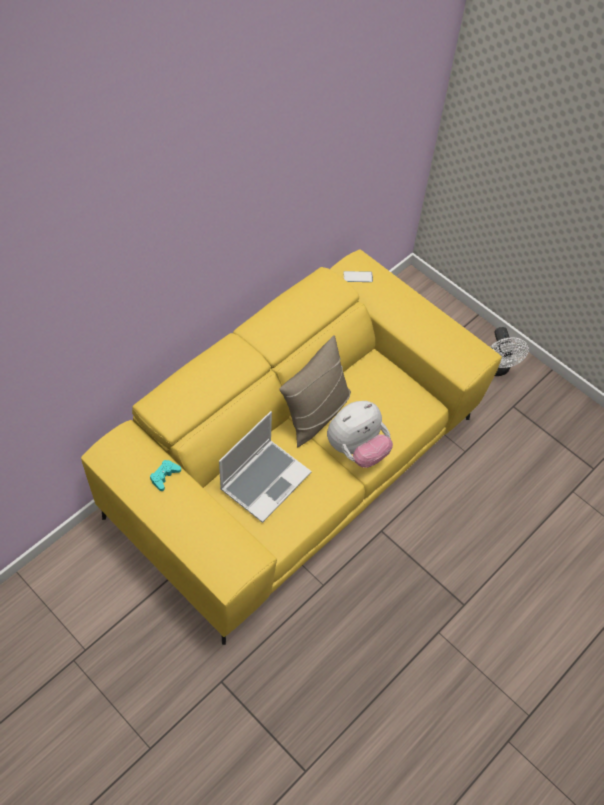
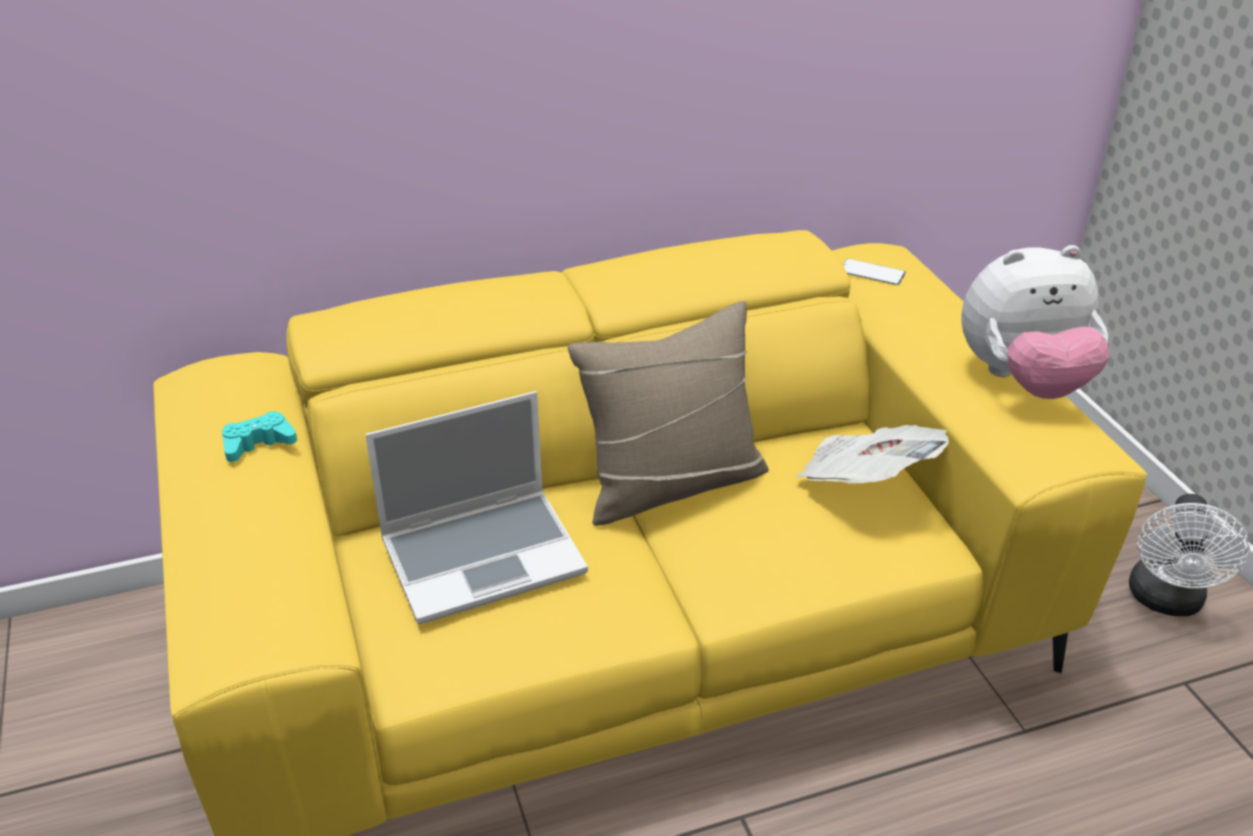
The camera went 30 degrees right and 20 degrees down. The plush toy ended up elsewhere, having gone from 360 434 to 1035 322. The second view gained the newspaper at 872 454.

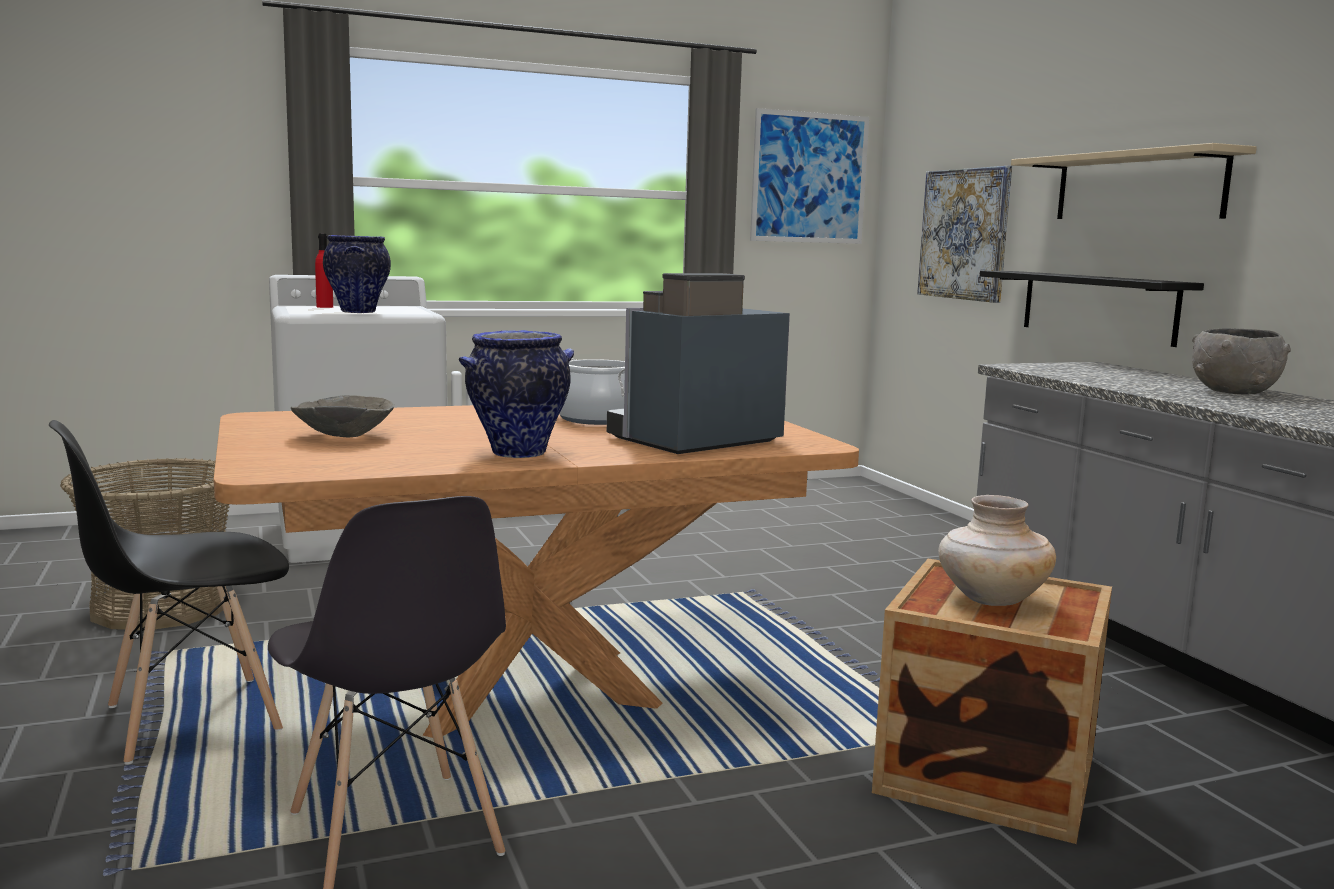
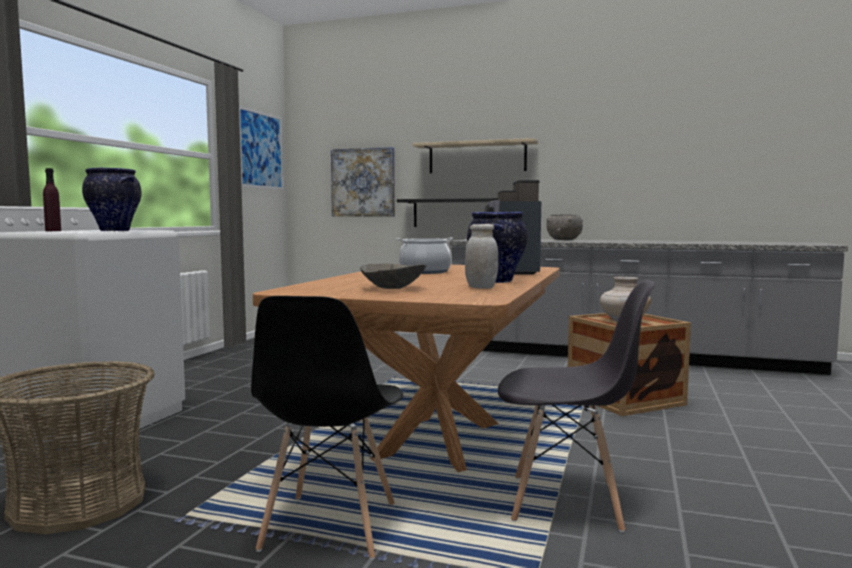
The camera went 50 degrees left and 5 degrees down. What was the bottle (red) at 324 271 turned into the bottle (purple) at 52 199. The second view gained the jar (white) at 481 256.

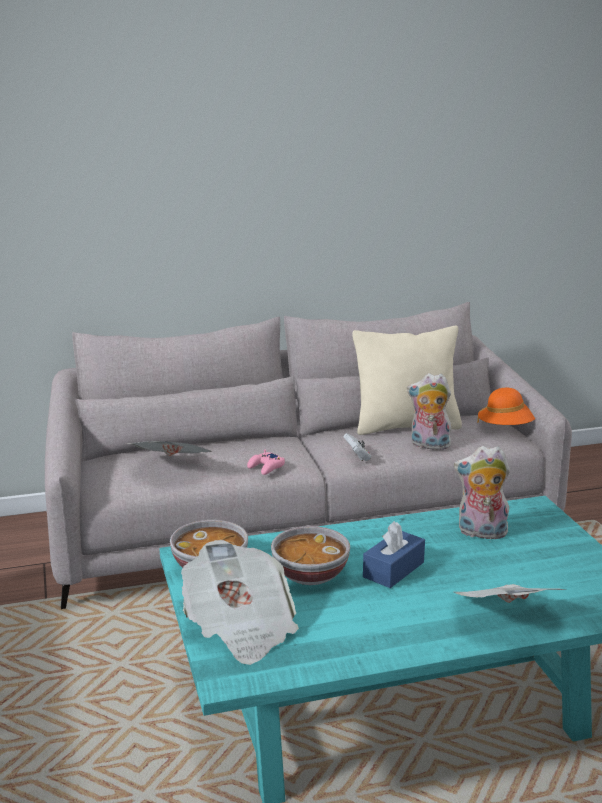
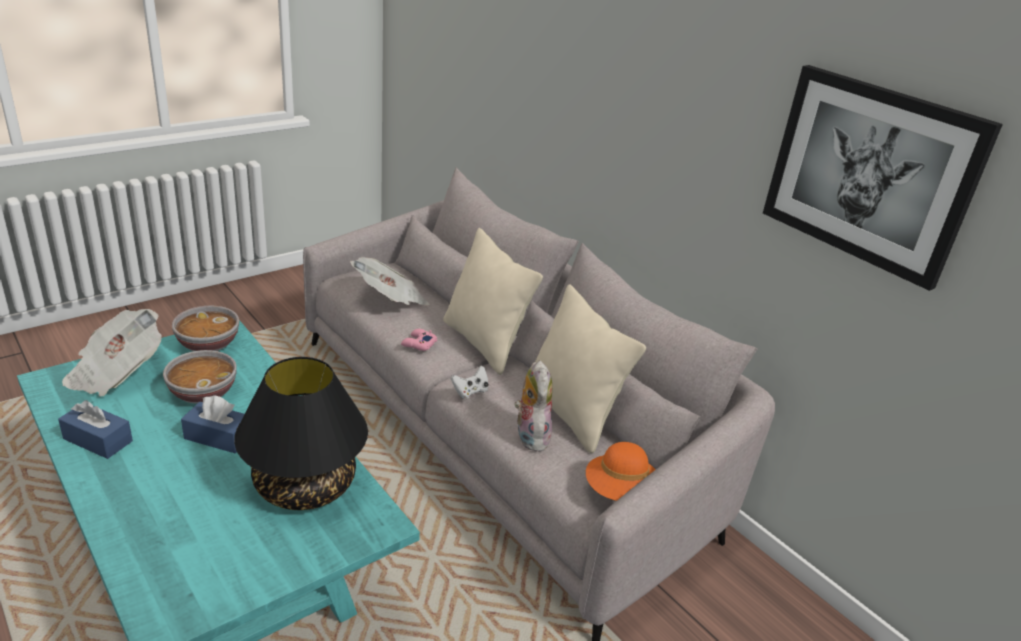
The camera went 65 degrees right and 10 degrees up. Where the plush toy stood at 482 492, the table lamp (black) came to stand at 301 433. The second view lost the newspaper at 511 593. The second view gained the tissue box (blue) at 95 429. The second view gained the pillow (beige) at 493 301. The second view gained the picture at 883 178.

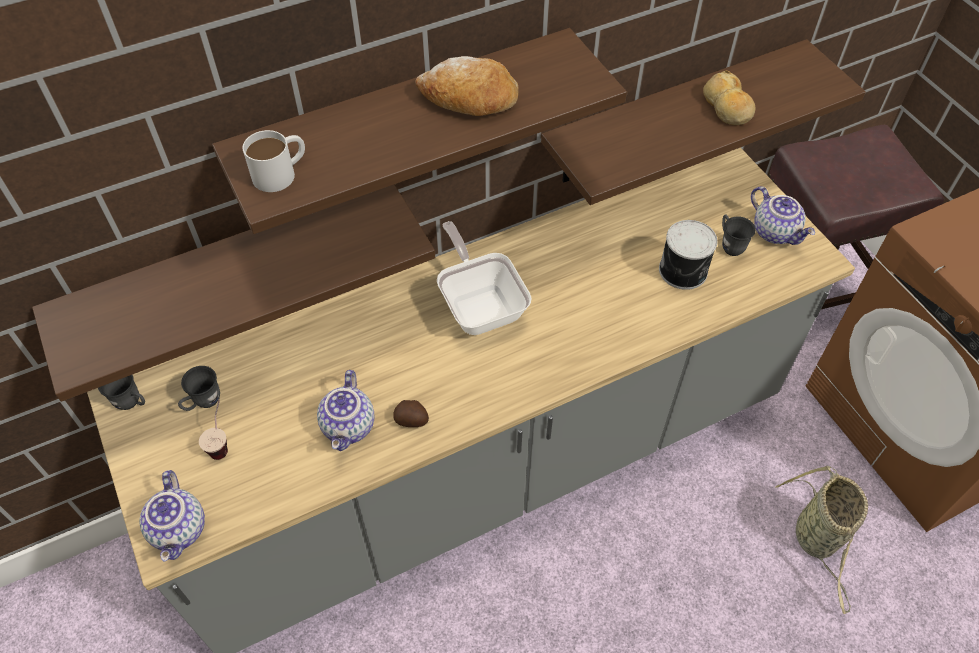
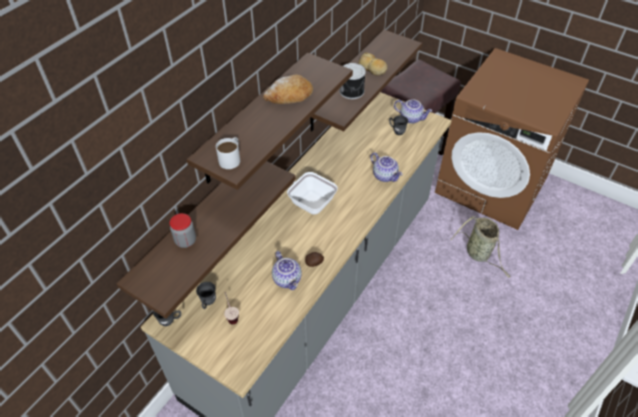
The camera went 30 degrees left and 5 degrees down. The teapot ended up elsewhere, having gone from 172 516 to 387 167. The can ended up elsewhere, having gone from 688 255 to 352 81. The second view gained the jar at 183 230.

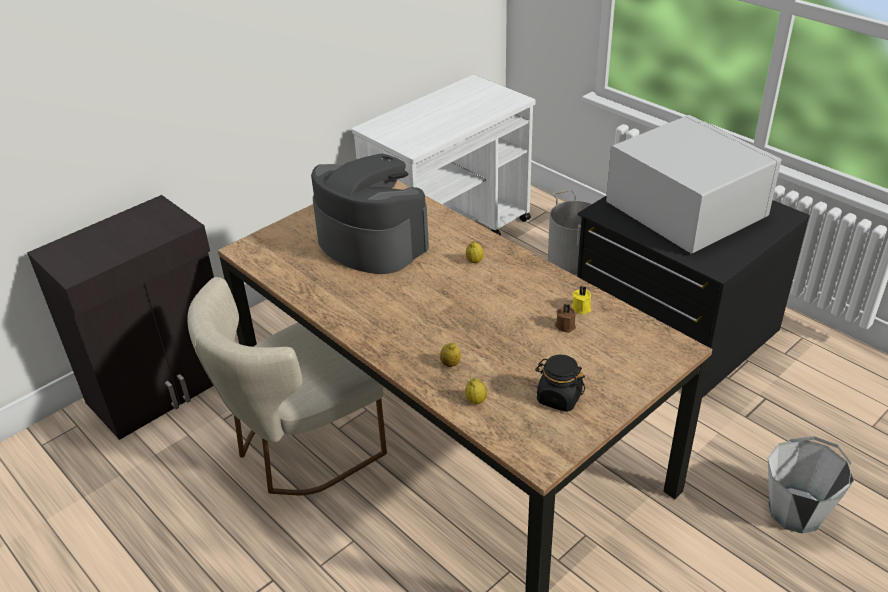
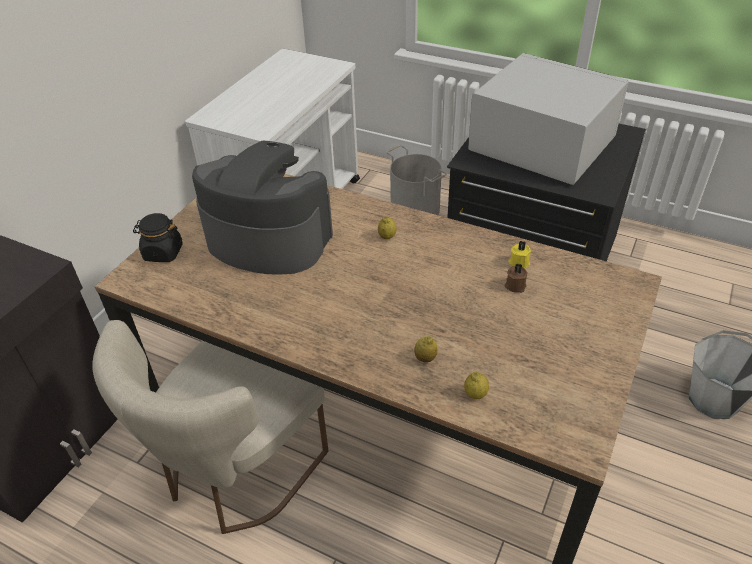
The camera went 20 degrees left and 5 degrees up. The jar (black) ended up elsewhere, having gone from 560 383 to 158 237.

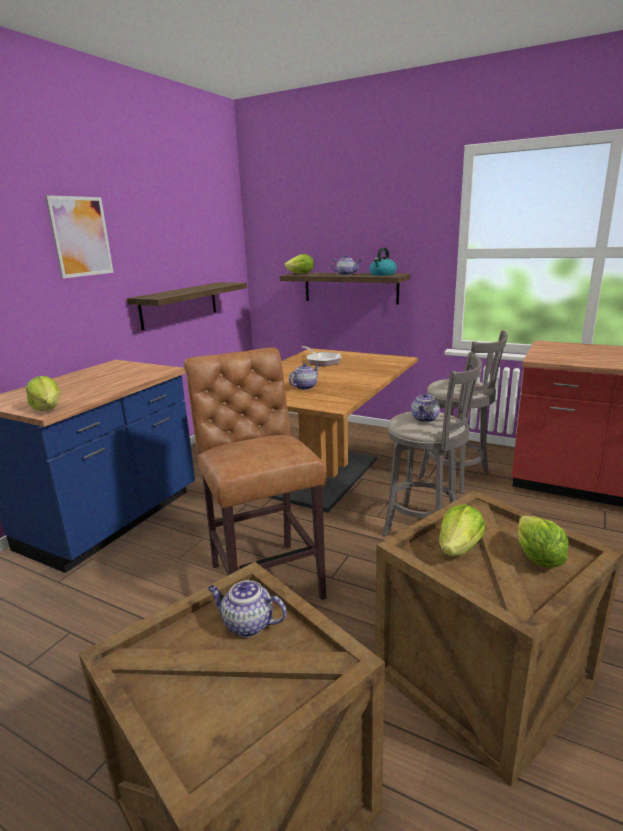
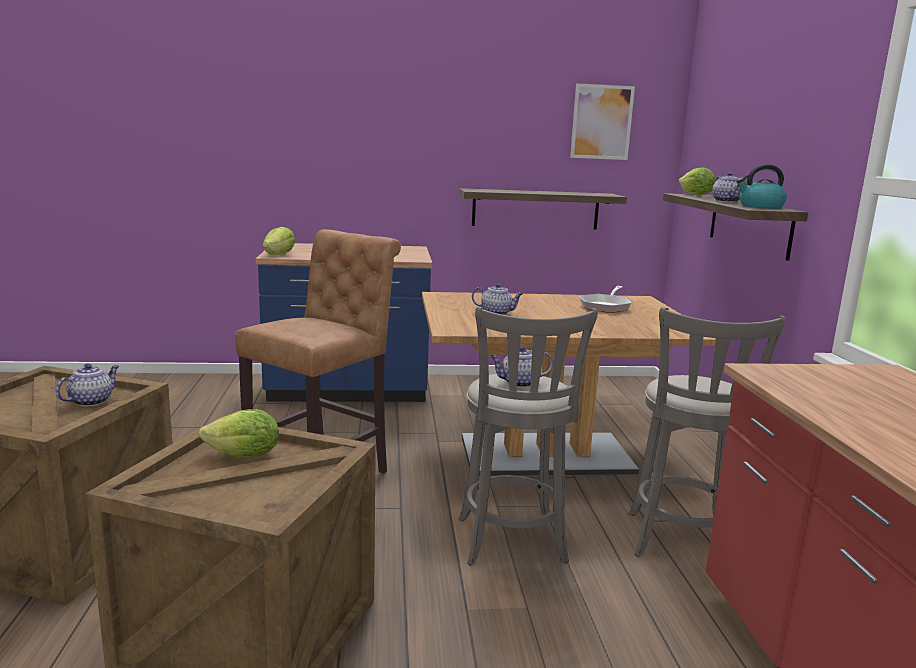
The camera went 55 degrees right and 5 degrees down. The picture ended up elsewhere, having gone from 79 236 to 602 121. The teapot at 247 608 ended up facing another way, 45 degrees clockwise from before. The second view lost the lettuce at 543 542.

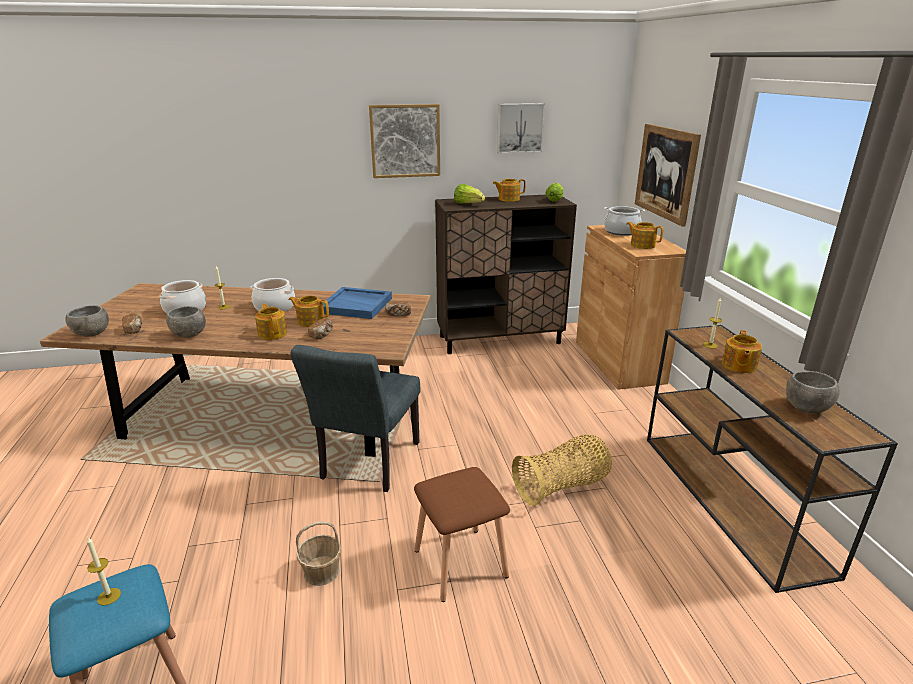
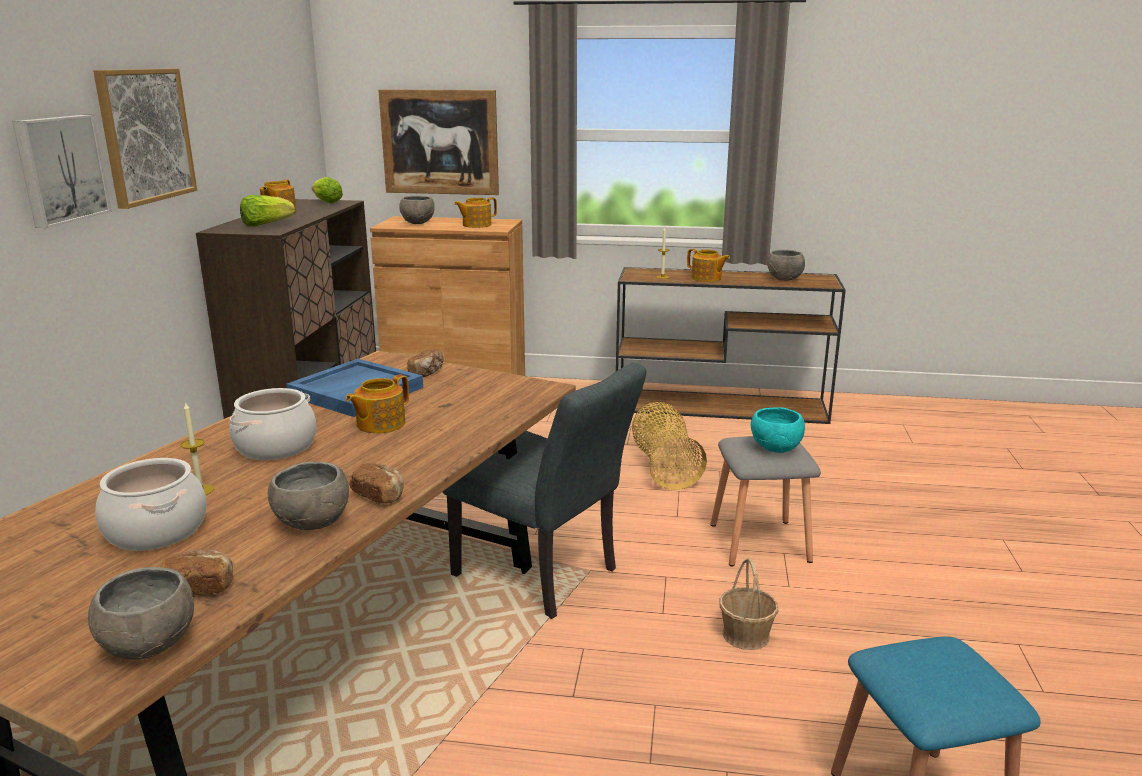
The camera went 70 degrees left and 5 degrees down. The second view lost the candle at 104 571. The second view lost the teapot at 271 322. The bread ended up elsewhere, having gone from 320 328 to 376 483. What was the stool (brown) at 462 534 turned into the stool (grey) at 766 501. The picture ended up elsewhere, having gone from 521 128 to 62 171. Where the cooking pot stood at 624 221, the bowl (grey) came to stand at 416 210. The second view gained the bowl (turquoise) at 778 430.

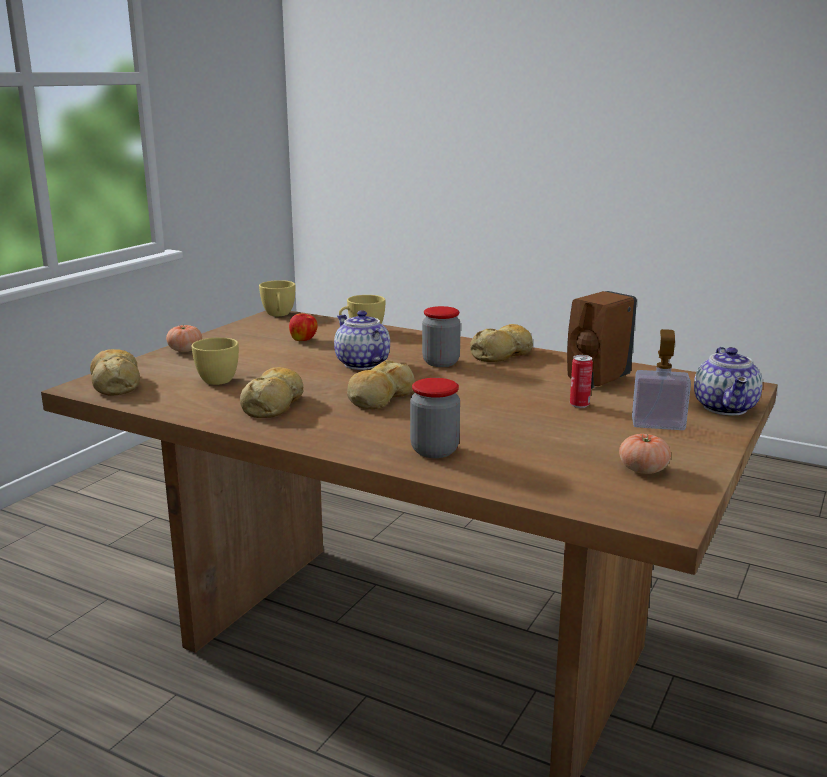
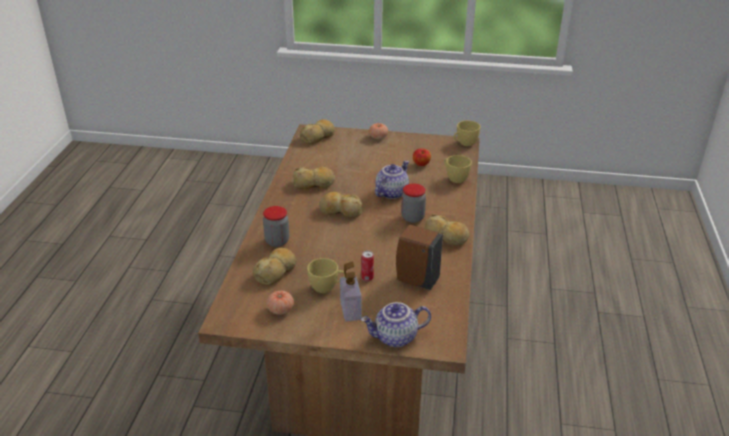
The camera went 70 degrees right and 15 degrees up. The cup (yellow) ended up elsewhere, having gone from 215 361 to 326 275. The second view gained the bread at 274 266.

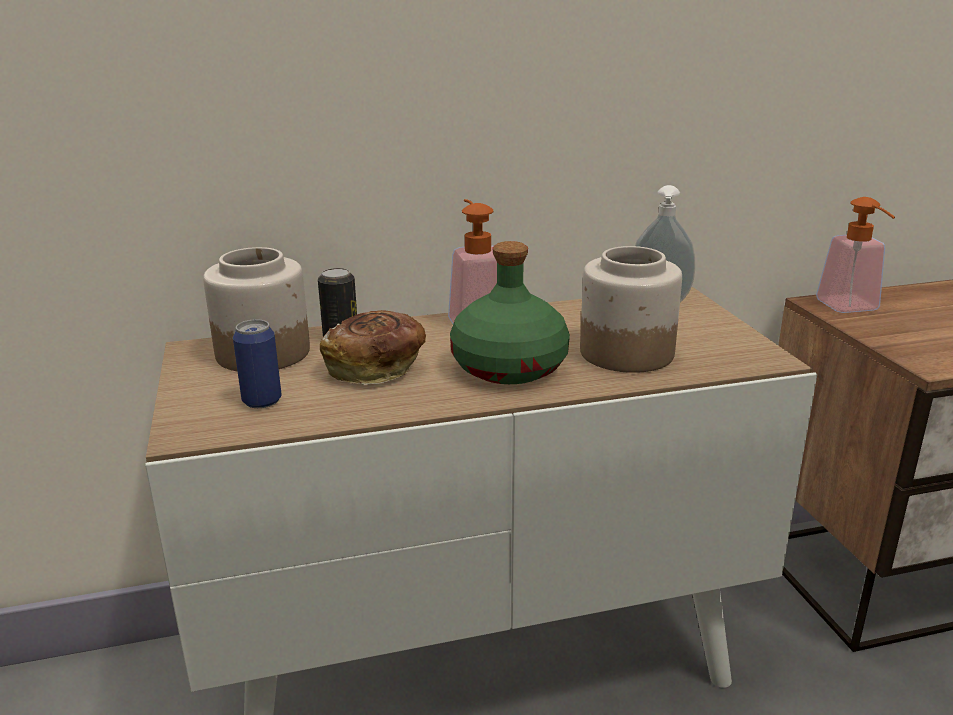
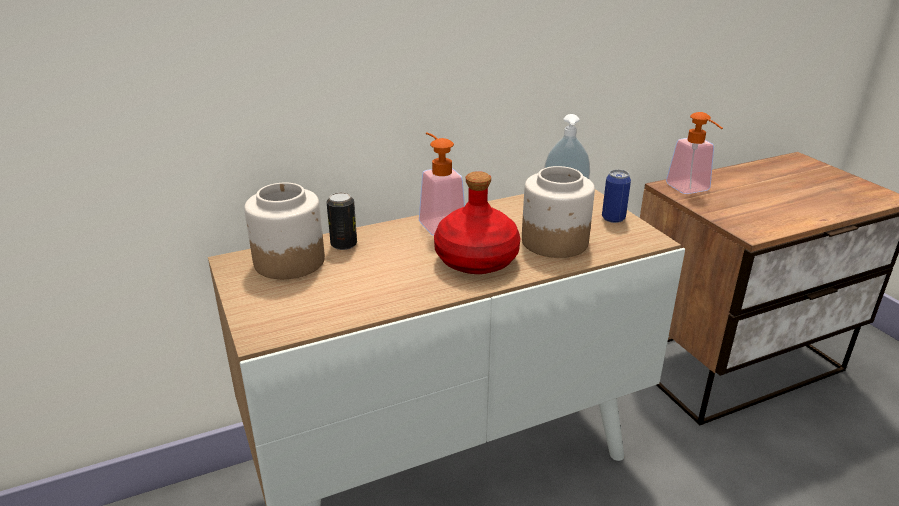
The camera went 10 degrees left and 5 degrees up. The can ended up elsewhere, having gone from 257 363 to 616 196. The second view lost the bread at 373 347. What was the bottle (green) at 510 312 turned into the bottle (red) at 477 222.

